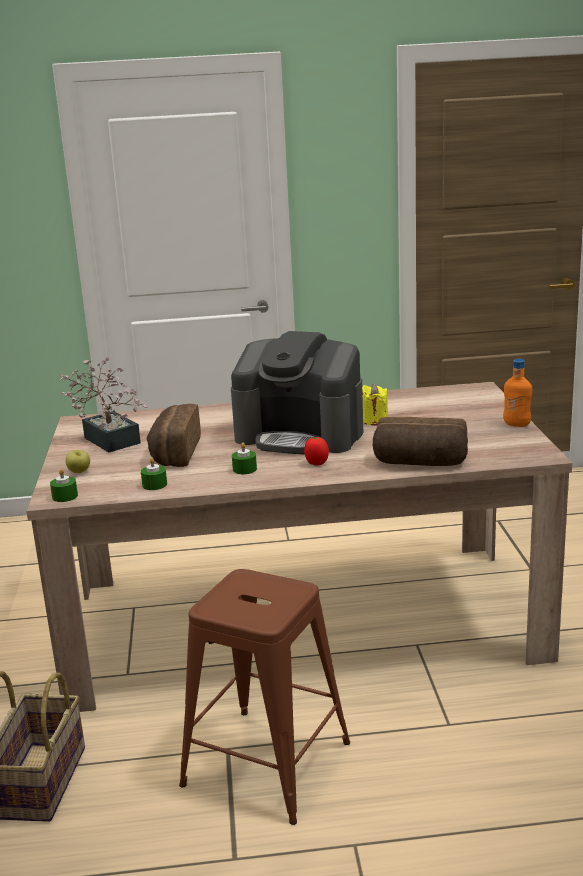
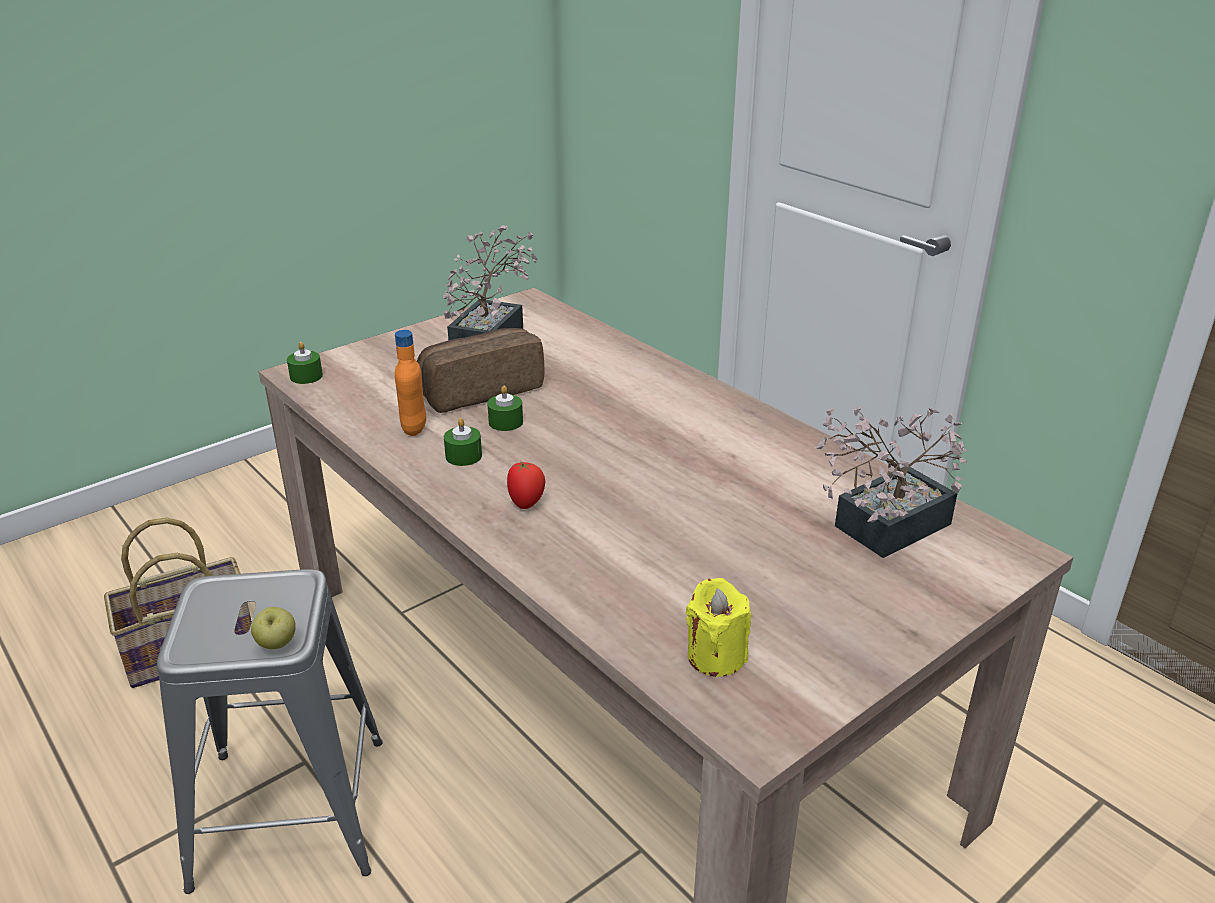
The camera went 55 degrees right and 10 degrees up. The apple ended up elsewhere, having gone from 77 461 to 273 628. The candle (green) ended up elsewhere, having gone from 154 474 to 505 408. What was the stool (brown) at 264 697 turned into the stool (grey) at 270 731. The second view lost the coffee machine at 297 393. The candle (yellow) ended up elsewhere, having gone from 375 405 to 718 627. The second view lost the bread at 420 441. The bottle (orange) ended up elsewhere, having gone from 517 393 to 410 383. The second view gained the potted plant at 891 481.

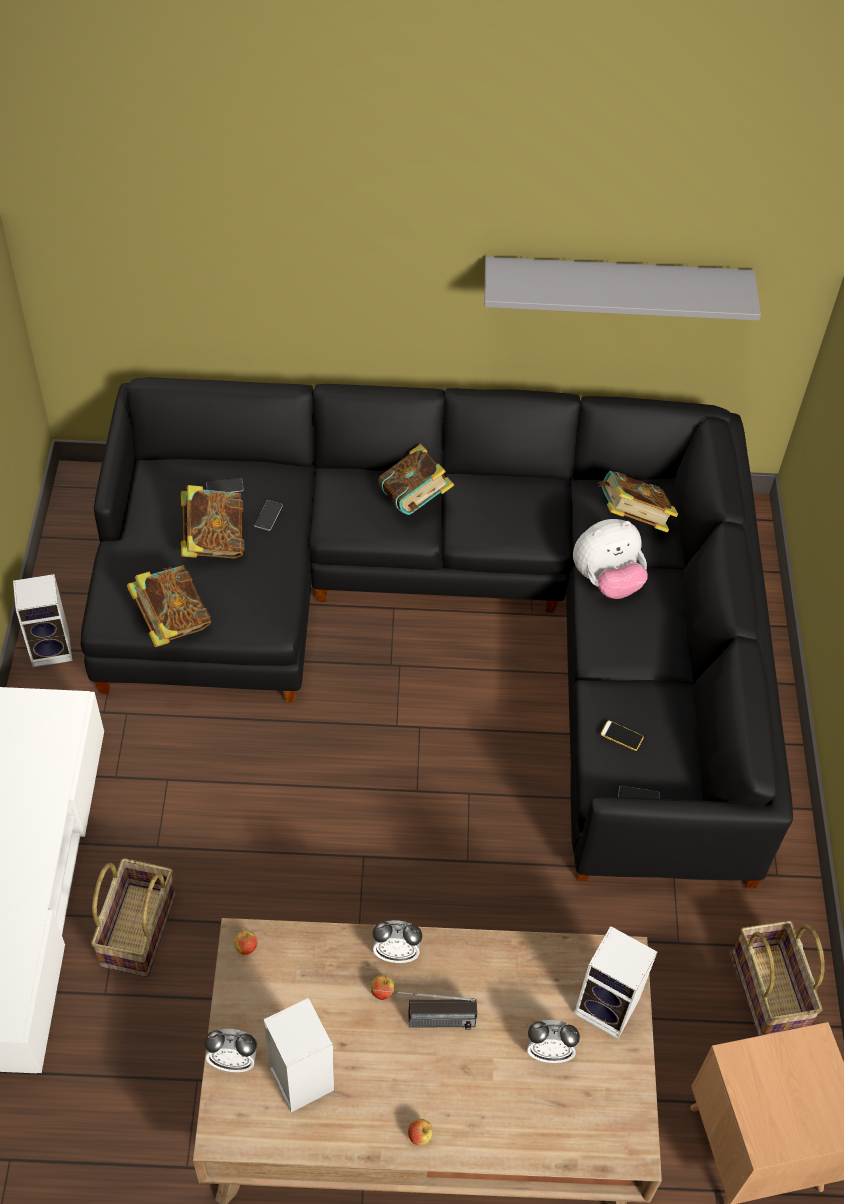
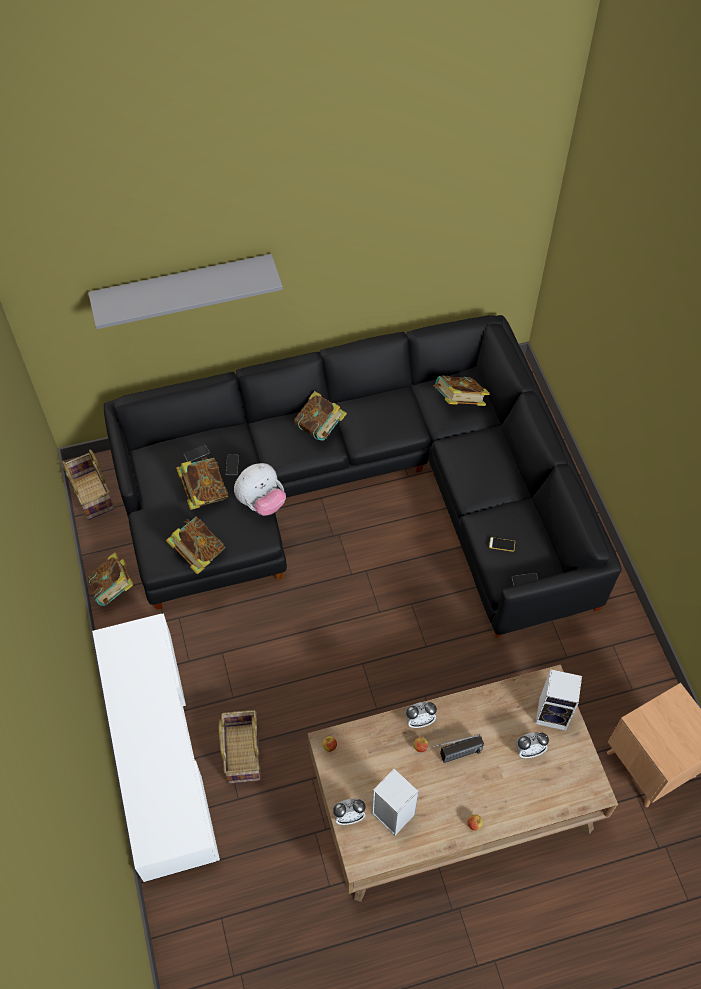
The camera went 15 degrees left and 5 degrees up. Where the speaker stood at 43 620, the book came to stand at 110 579. The shelf (grey) ended up elsewhere, having gone from 622 289 to 185 291. The plush toy ended up elsewhere, having gone from 610 559 to 260 489. The basket ended up elsewhere, having gone from 778 978 to 88 485.

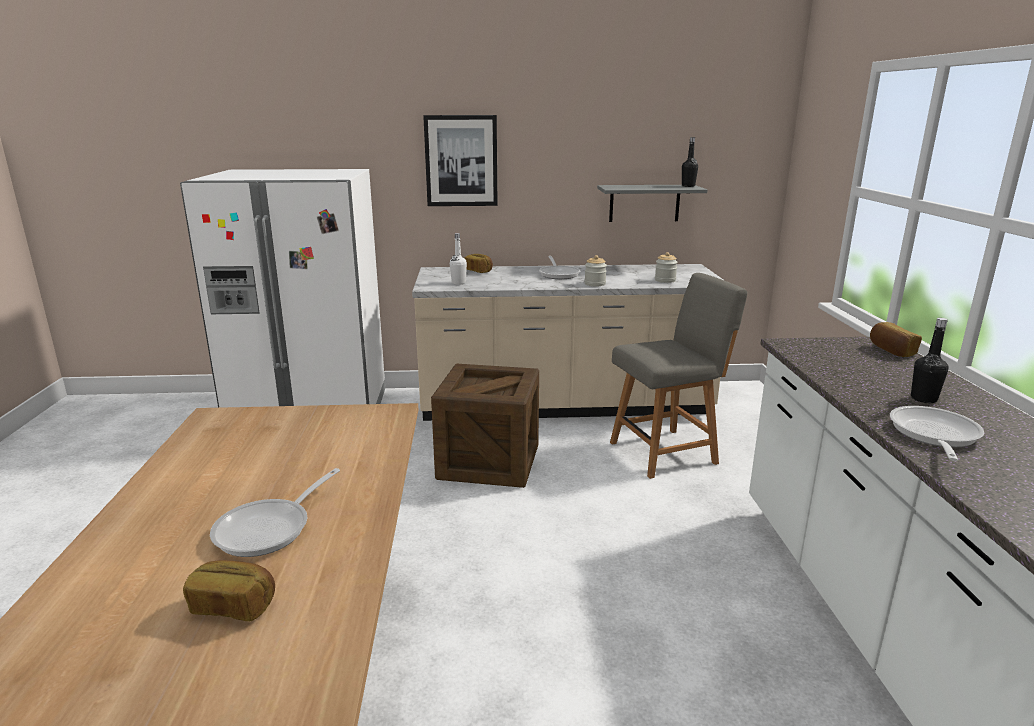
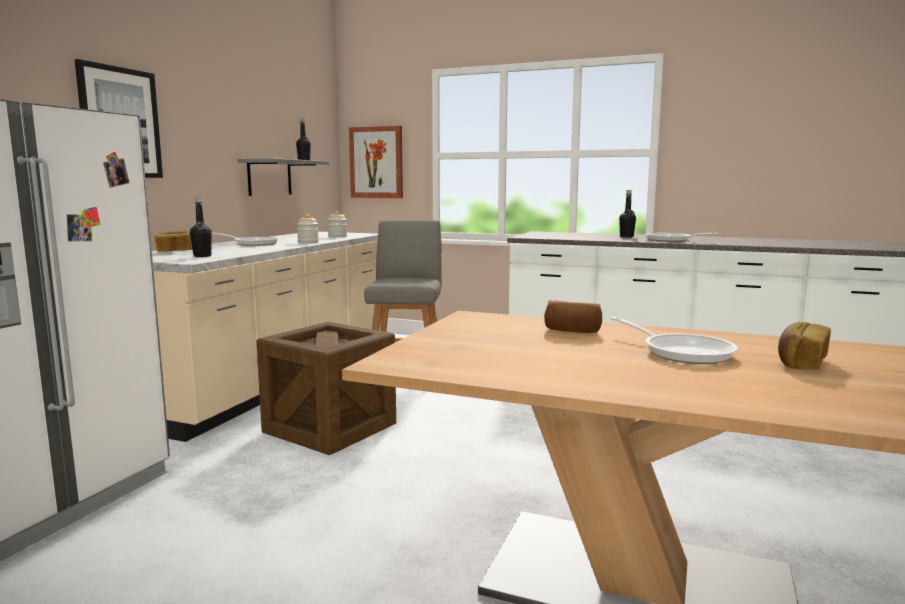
The camera went 65 degrees left and 10 degrees down. What was the bottle (white) at 458 259 turned into the bottle (black) at 201 227. The bread ended up elsewhere, having gone from 896 339 to 573 316. The second view gained the picture at 376 162.

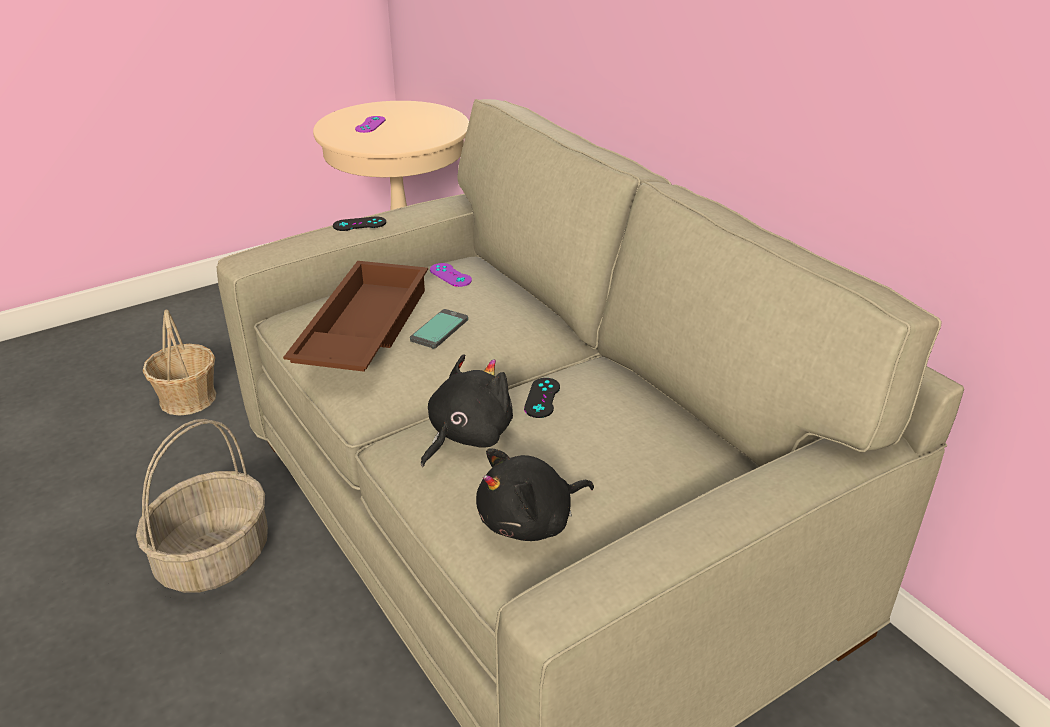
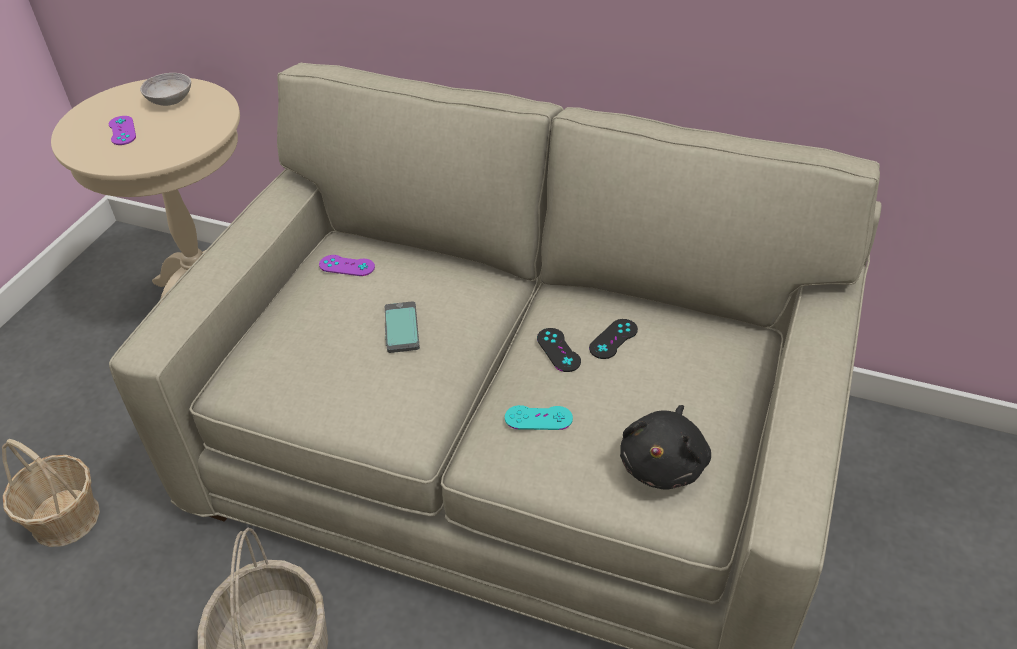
The camera went 35 degrees left and 10 degrees up. The second view lost the tray (brown) at 355 316. The game controller (black) ended up elsewhere, having gone from 359 223 to 613 339. Where the plush toy (black) stood at 467 410, the game controller (turquoise) came to stand at 539 417. The second view gained the bowl (grey) at 165 89.

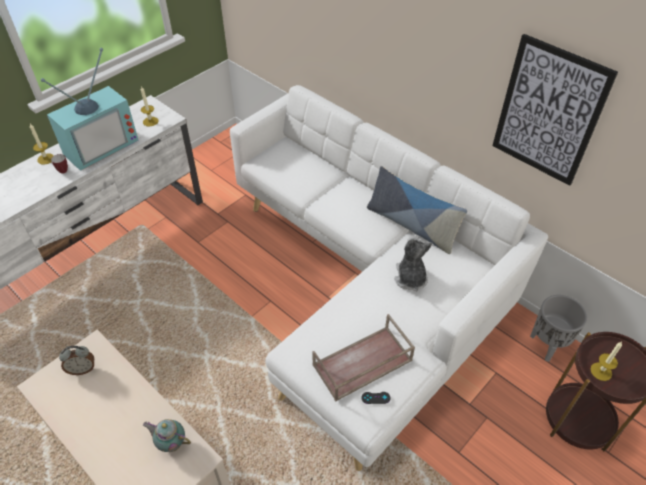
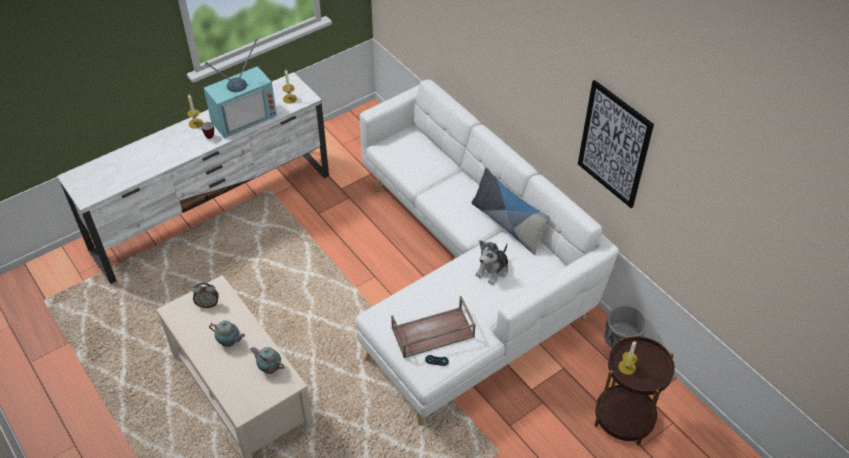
The camera went 10 degrees right and 0 degrees up. The plush toy at 413 263 ended up facing another way, 150 degrees counterclockwise from before. The second view gained the teapot at 227 333.

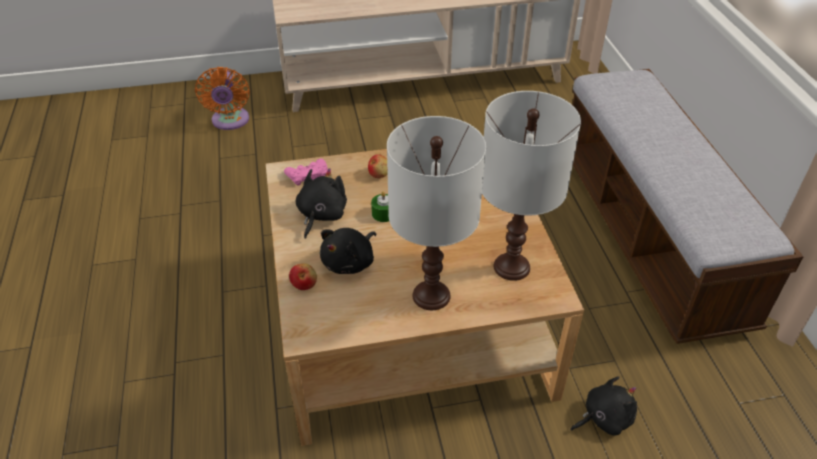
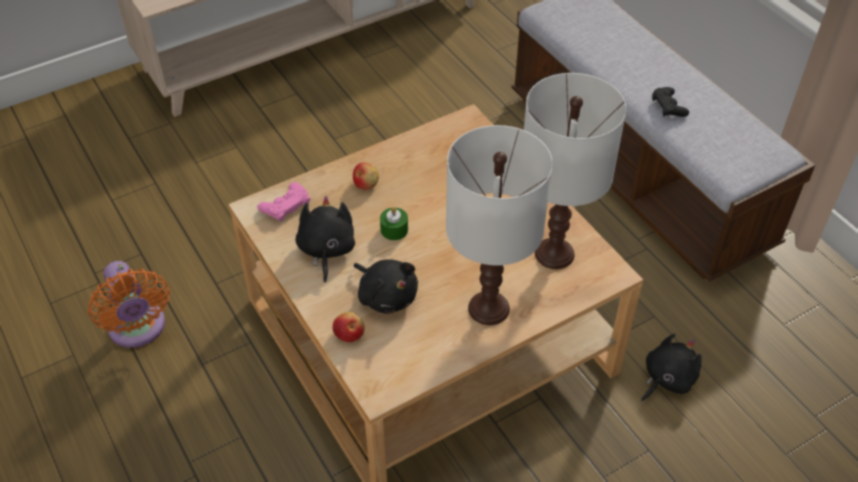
The camera went 20 degrees left and 5 degrees up. The fan (orange) ended up elsewhere, having gone from 222 98 to 129 304. The plush toy (black) at 348 251 ended up facing another way, 60 degrees counterclockwise from before. The second view gained the game controller (black) at 670 102.

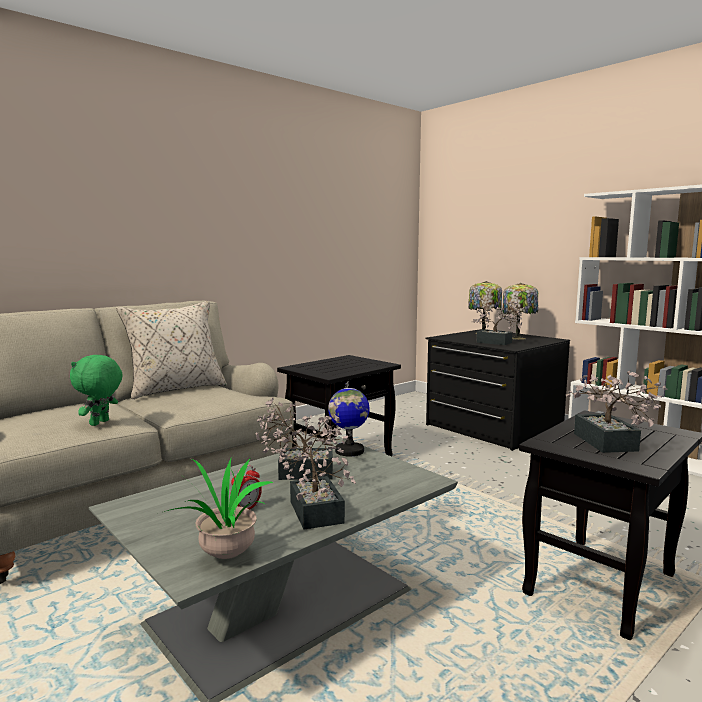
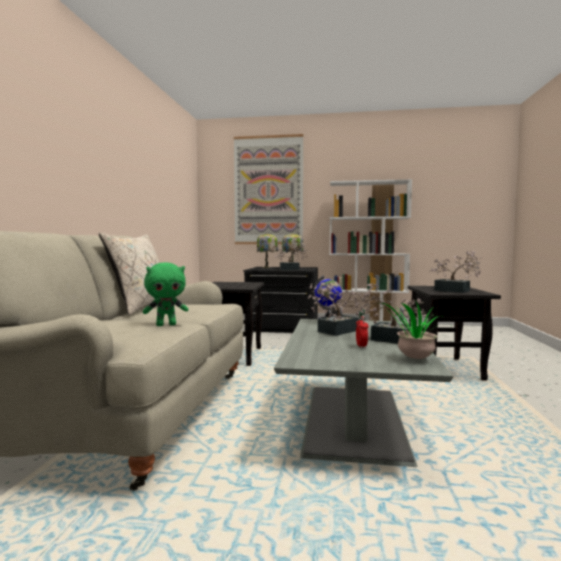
The camera went 40 degrees left and 5 degrees down. The plush toy (green) at 96 390 ended up facing another way, 90 degrees counterclockwise from before. The second view gained the picture at 268 189.

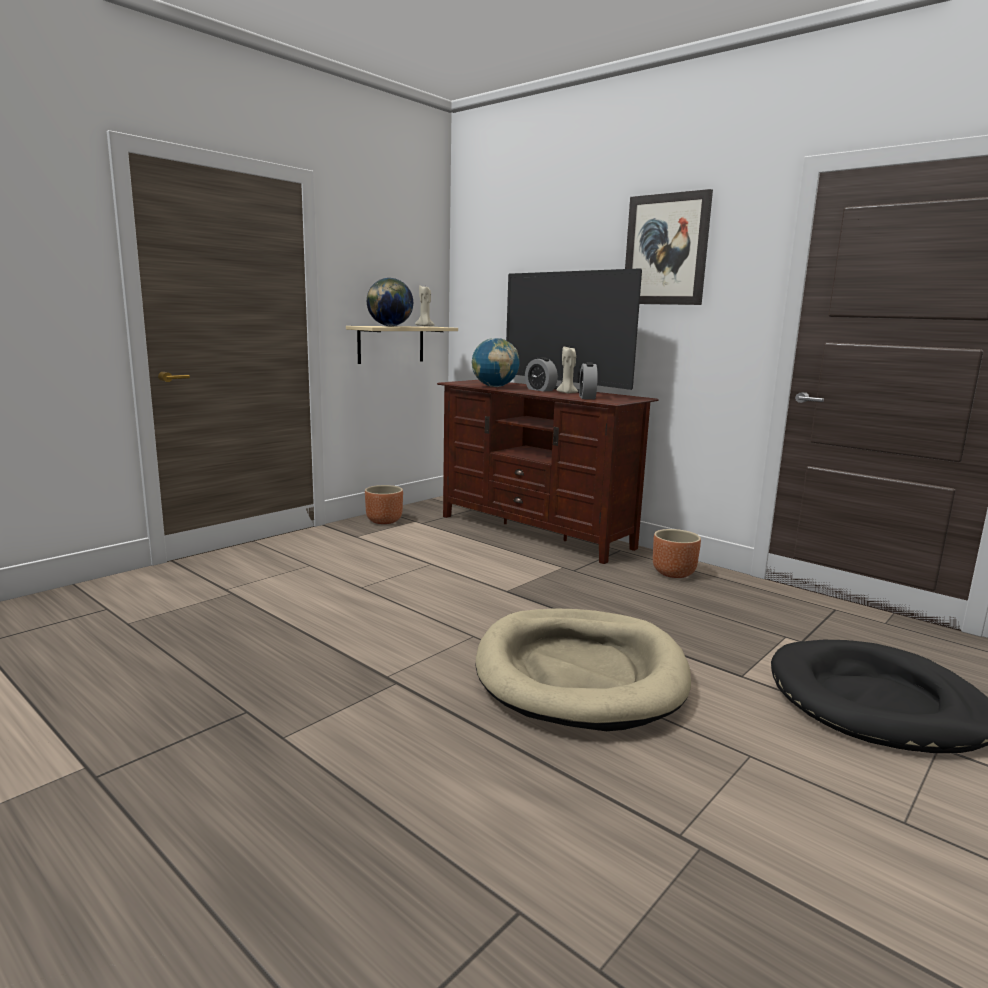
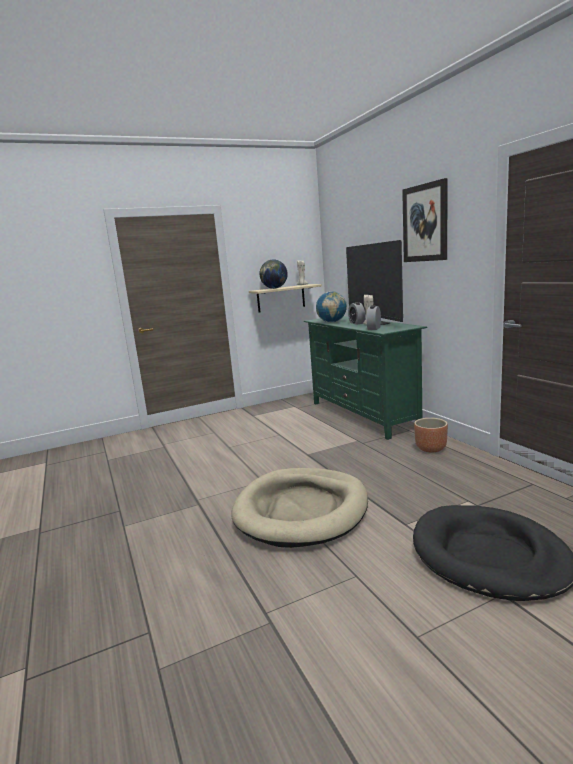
The camera went 25 degrees right and 0 degrees up. The second view lost the planter (brown) at 384 504. What was the tv stand (brown) at 548 472 turned into the tv stand (green) at 365 378.

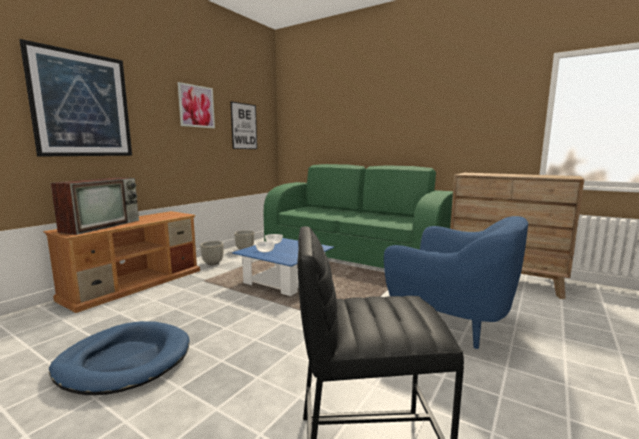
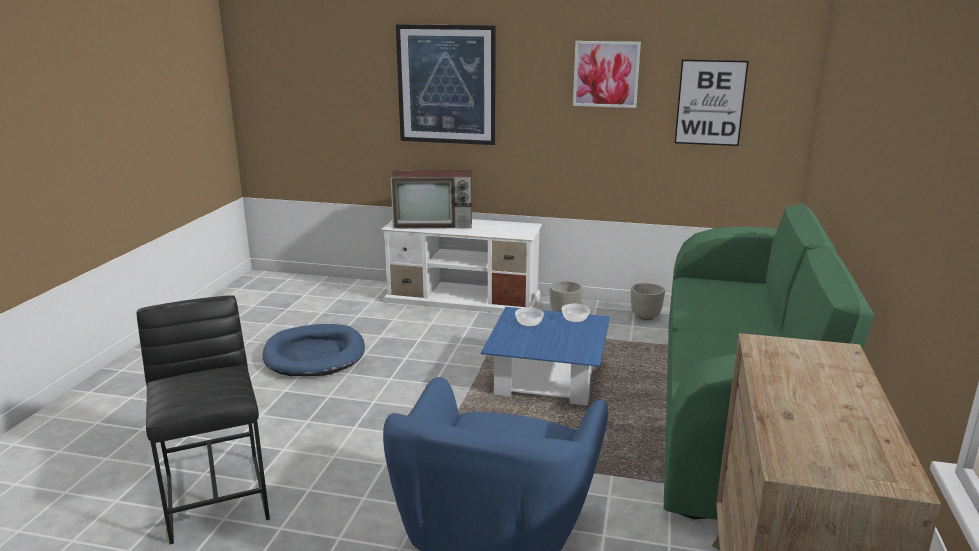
The camera went 70 degrees right and 10 degrees up. What was the tv stand (brown) at 121 262 turned into the tv stand (white) at 461 266.

